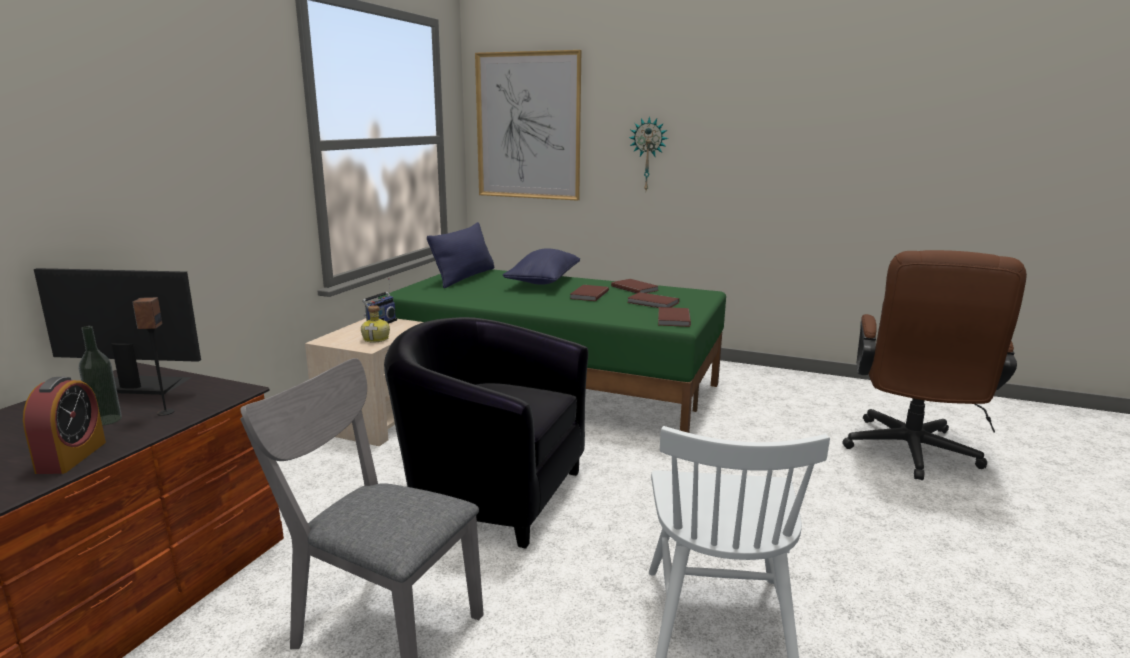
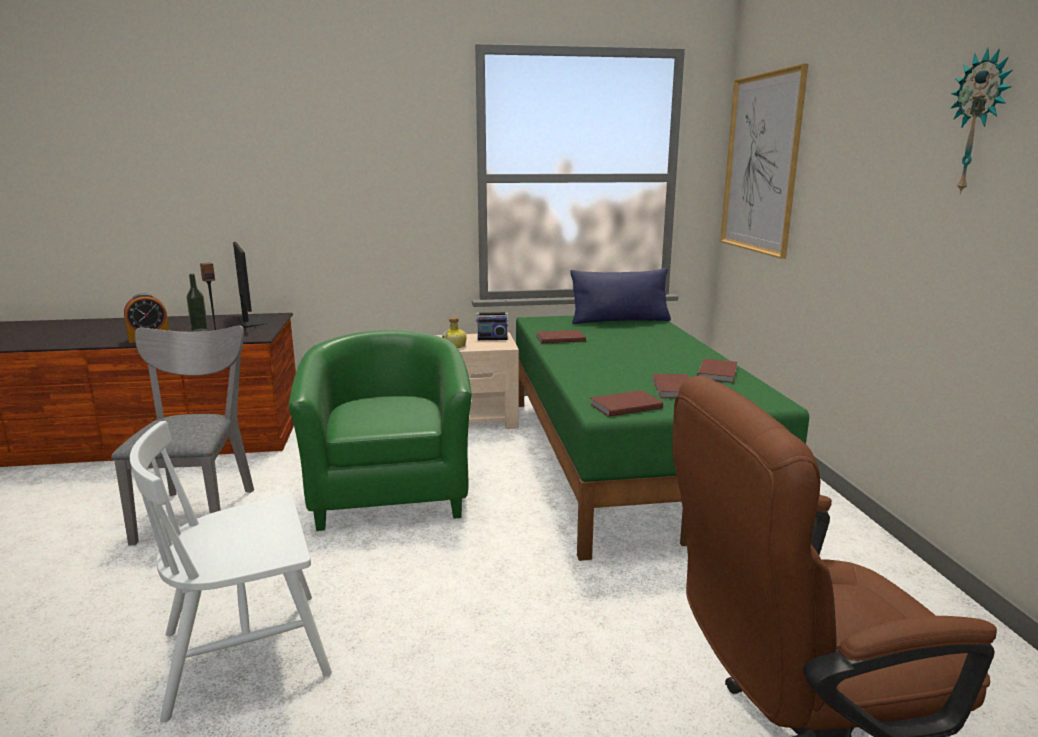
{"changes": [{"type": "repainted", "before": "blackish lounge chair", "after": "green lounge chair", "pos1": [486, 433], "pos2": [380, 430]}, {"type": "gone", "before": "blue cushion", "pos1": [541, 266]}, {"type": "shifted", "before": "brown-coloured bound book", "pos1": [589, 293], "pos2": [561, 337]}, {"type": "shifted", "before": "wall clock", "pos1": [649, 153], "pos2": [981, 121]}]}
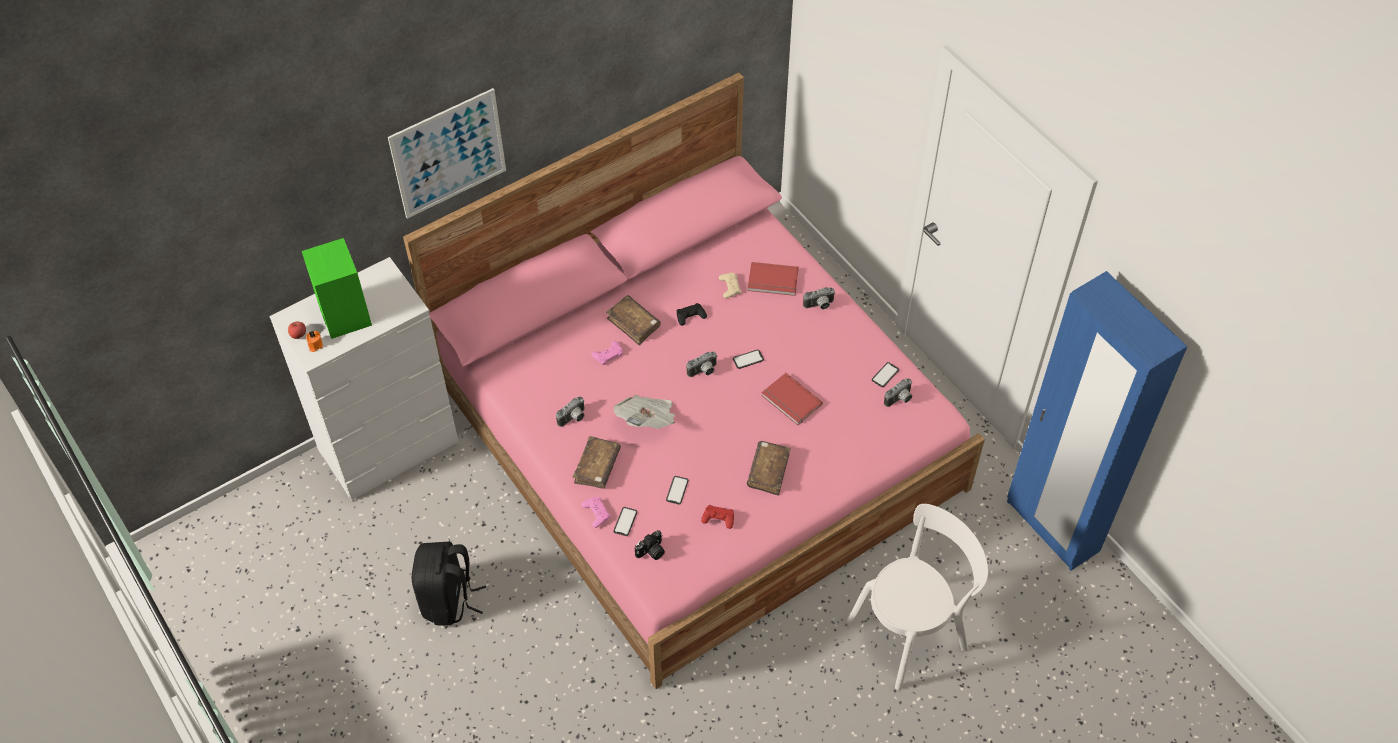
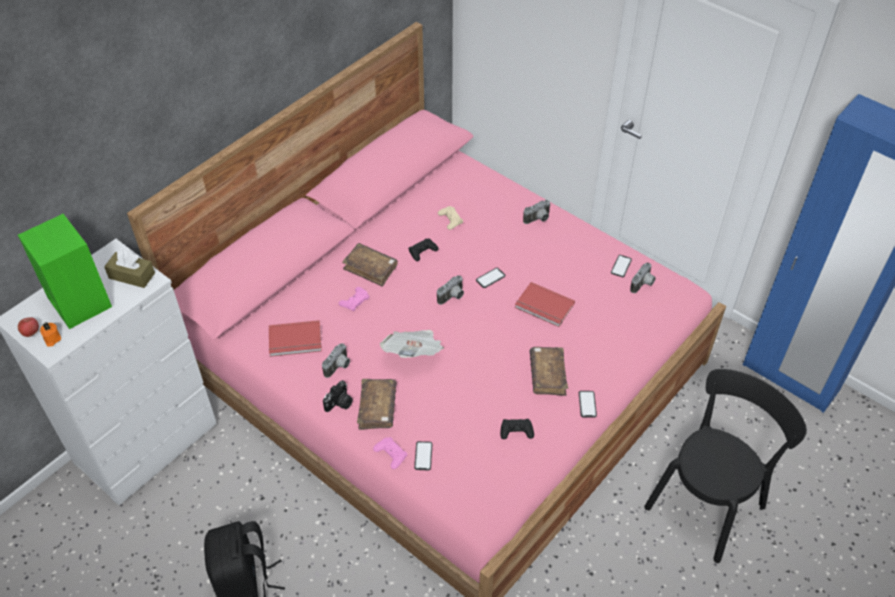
{"changes": [{"type": "gone", "before": "wall picture", "pos1": [447, 153]}, {"type": "shifted", "before": "photo camera", "pos1": [650, 545], "pos2": [338, 396]}, {"type": "shifted", "before": "handset", "pos1": [677, 490], "pos2": [588, 404]}, {"type": "repainted", "before": "red-coloured joypad", "after": "blackish joypad", "pos1": [717, 517], "pos2": [517, 429]}, {"type": "shifted", "before": "red-coloured bound book", "pos1": [773, 279], "pos2": [295, 338]}, {"type": "repainted", "before": "whitish upright chair", "after": "blackish upright chair", "pos1": [917, 597], "pos2": [725, 466]}, {"type": "new", "after": "brown-coloured tissue box", "pos2": [129, 269]}]}
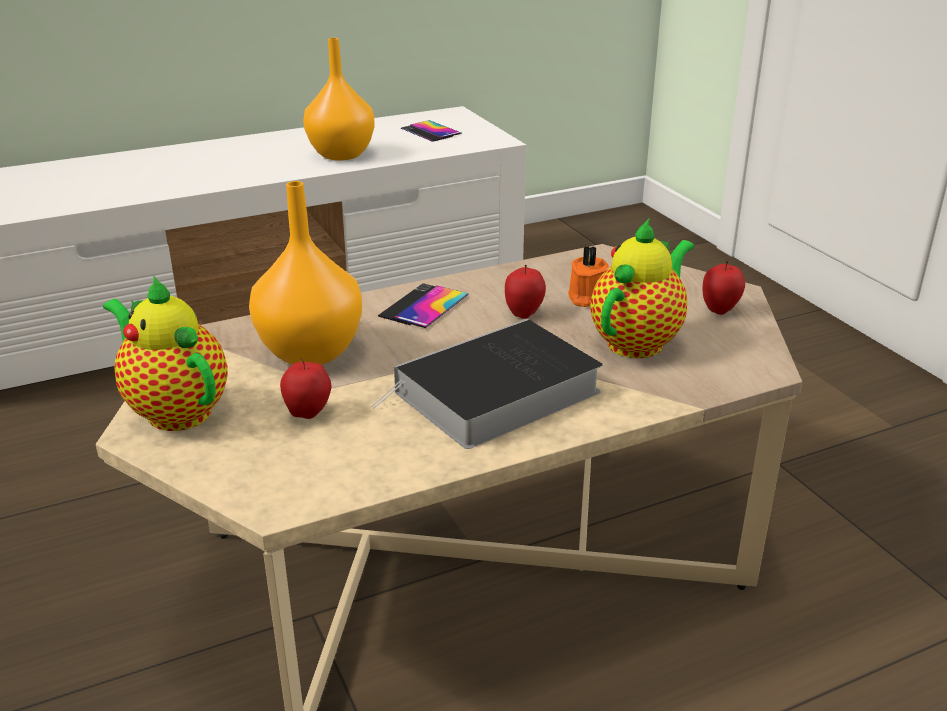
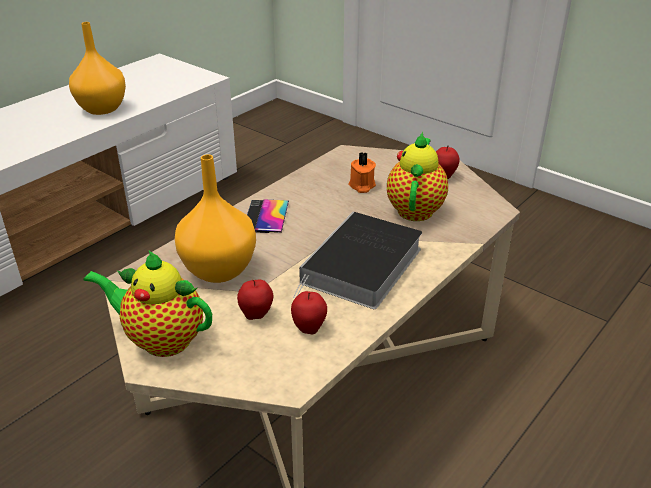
{"changes": [{"type": "gone", "before": "handset", "pos1": [431, 131]}, {"type": "shifted", "before": "whole apple", "pos1": [525, 292], "pos2": [309, 312]}]}
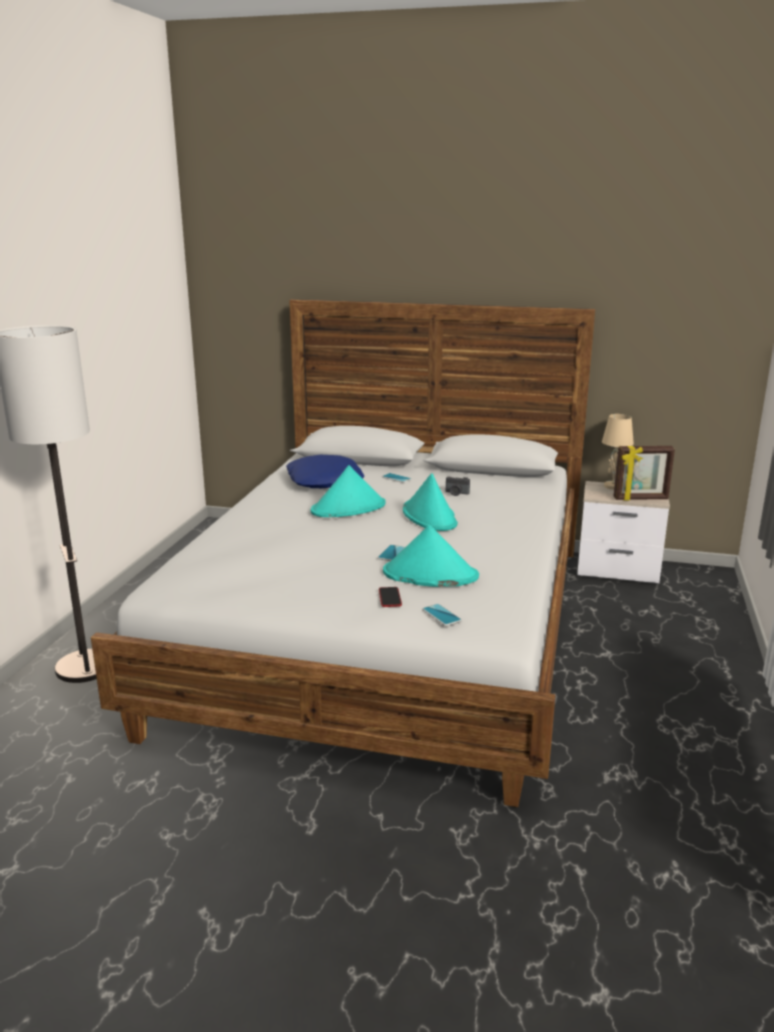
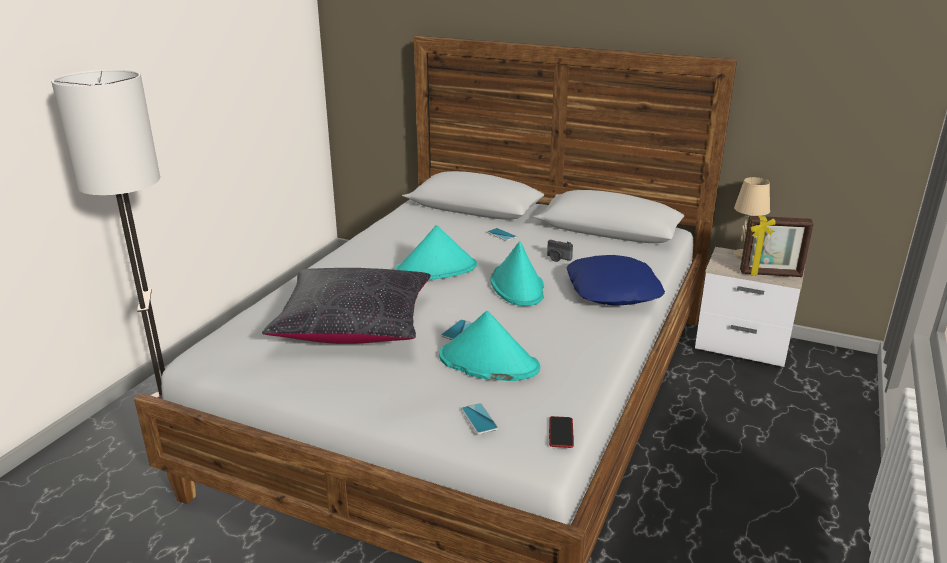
{"changes": [{"type": "shifted", "before": "blue cushion", "pos1": [325, 471], "pos2": [615, 280]}, {"type": "shifted", "before": "handset", "pos1": [390, 597], "pos2": [561, 432]}, {"type": "new", "after": "blackish cushion", "pos2": [346, 306]}]}
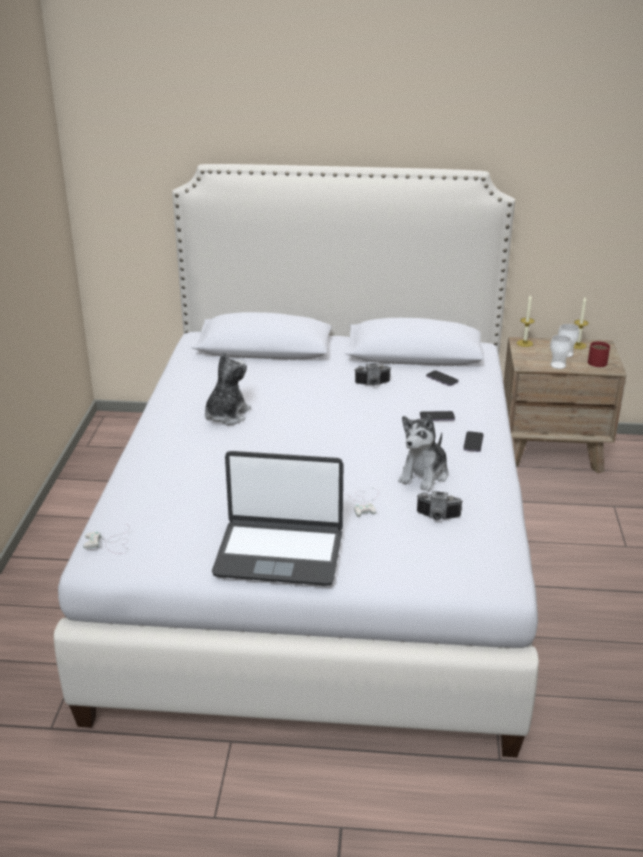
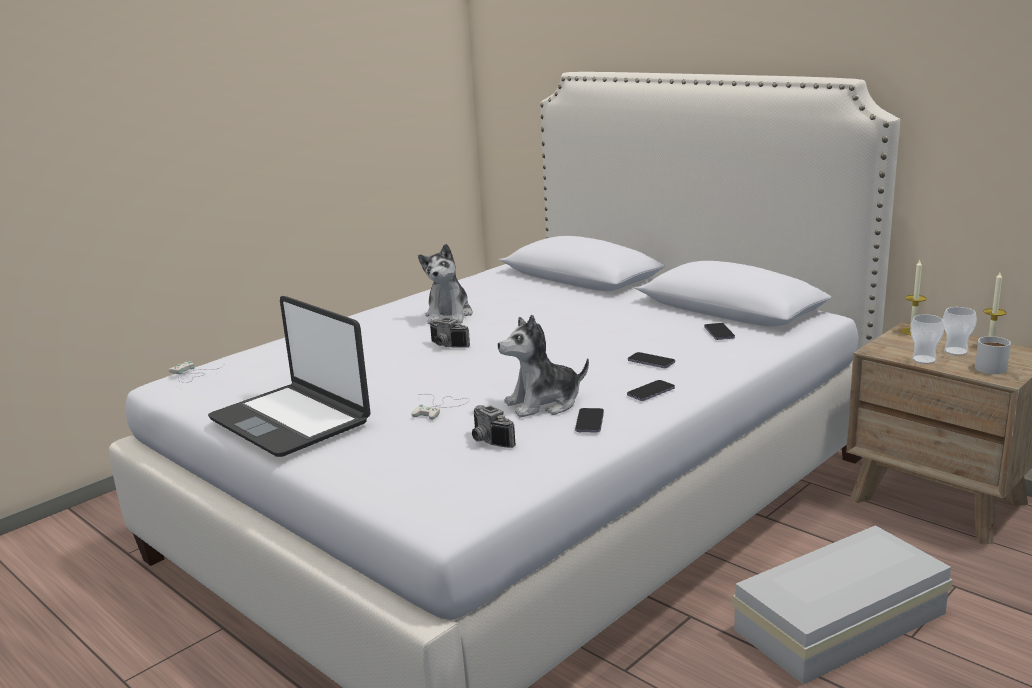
{"changes": [{"type": "rotated", "before": "plush toy", "pos1": [228, 388], "pos2": [445, 284], "turn": 120}, {"type": "shifted", "before": "photo camera", "pos1": [372, 374], "pos2": [450, 333]}, {"type": "repainted", "before": "red-coloured mug", "after": "whitish mug", "pos1": [599, 354], "pos2": [993, 355]}, {"type": "new", "after": "handset", "pos2": [589, 420]}, {"type": "new", "after": "whitish storage box", "pos2": [842, 604]}]}
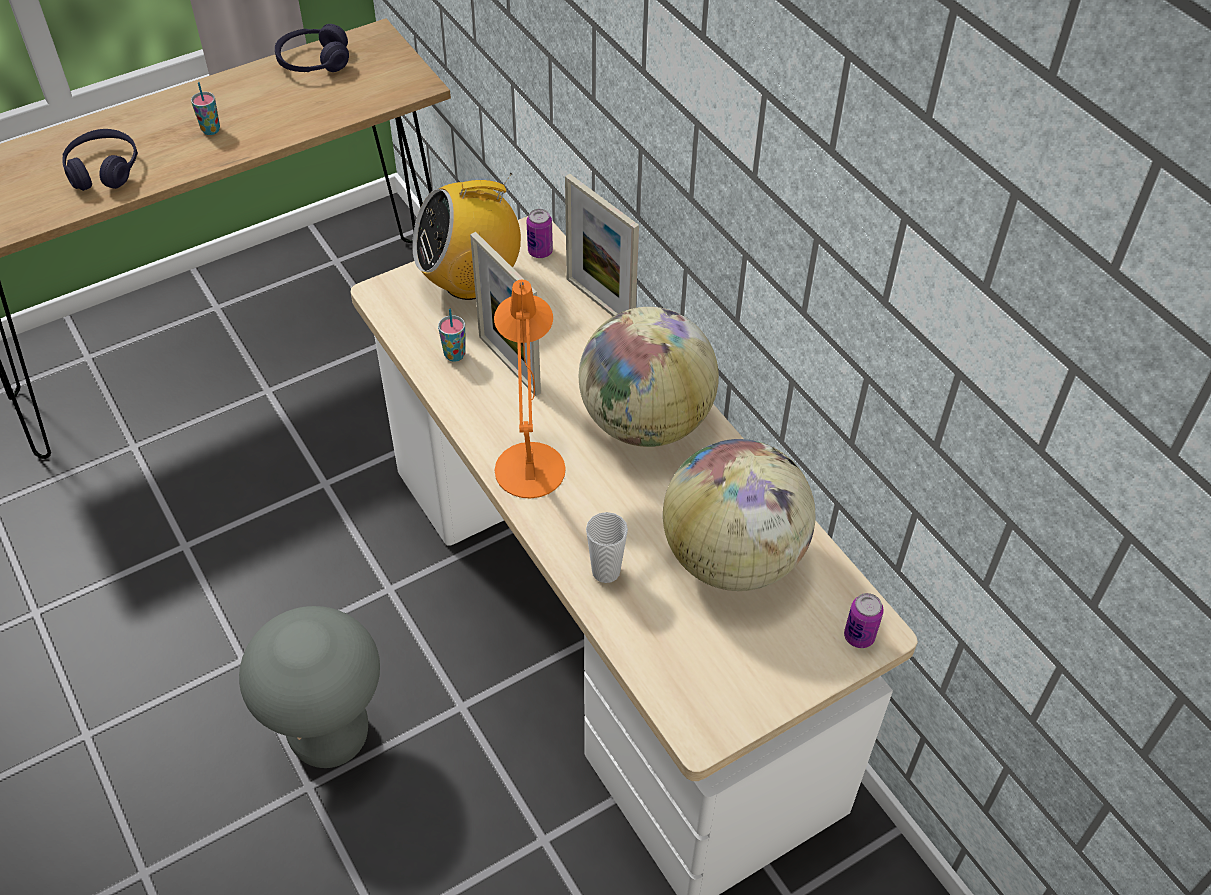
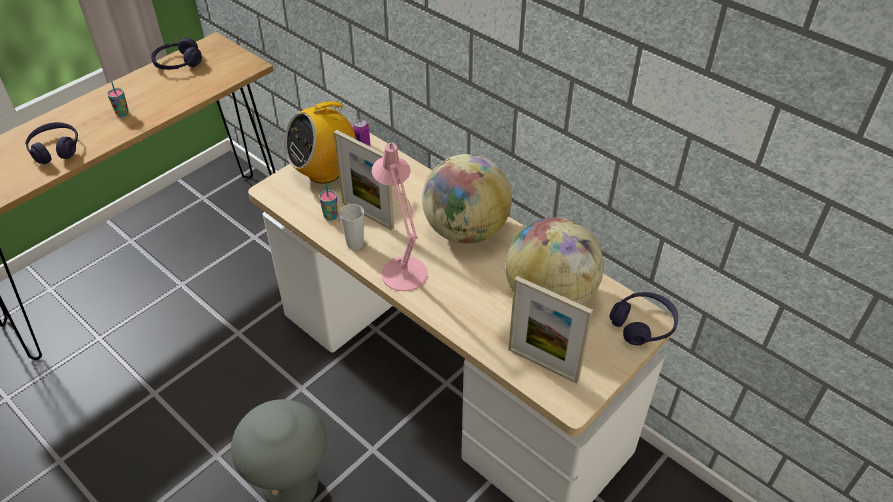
{"changes": [{"type": "repainted", "before": "orange-coloured table lamp", "after": "pinkish table lamp", "pos1": [530, 389], "pos2": [400, 217]}, {"type": "shifted", "before": "photo frame", "pos1": [602, 245], "pos2": [550, 330]}, {"type": "shifted", "before": "cup", "pos1": [607, 547], "pos2": [351, 227]}, {"type": "swapped", "before": "can", "after": "purple pair of headphones", "pos1": [864, 620], "pos2": [644, 319]}]}
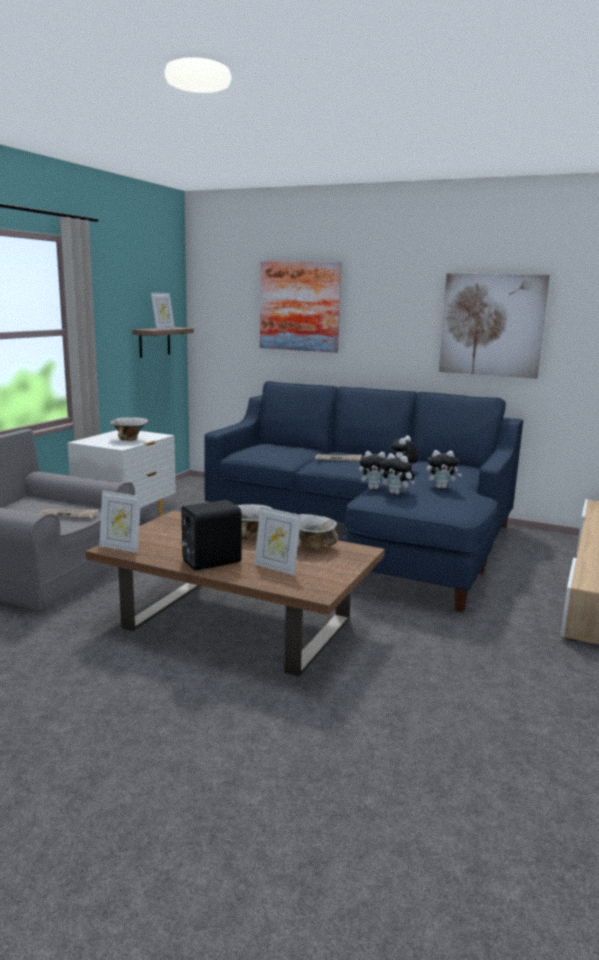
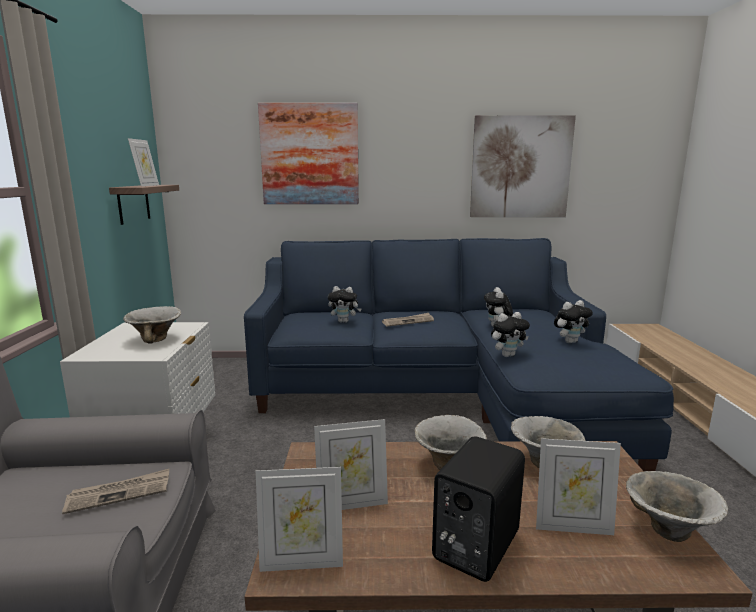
{"changes": [{"type": "shifted", "before": "plush toy", "pos1": [397, 473], "pos2": [345, 304]}, {"type": "new", "after": "photo frame", "pos2": [351, 464]}, {"type": "new", "after": "deep dish", "pos2": [677, 506]}]}
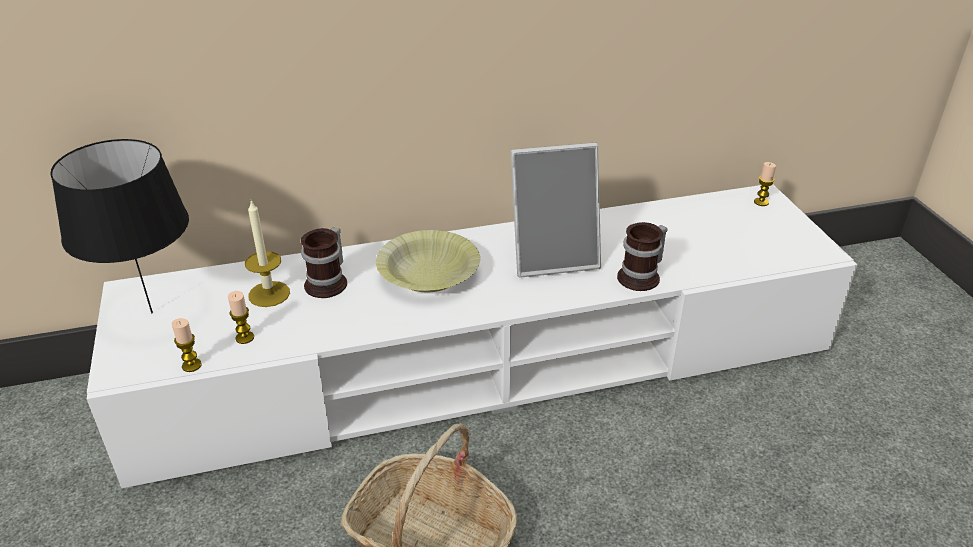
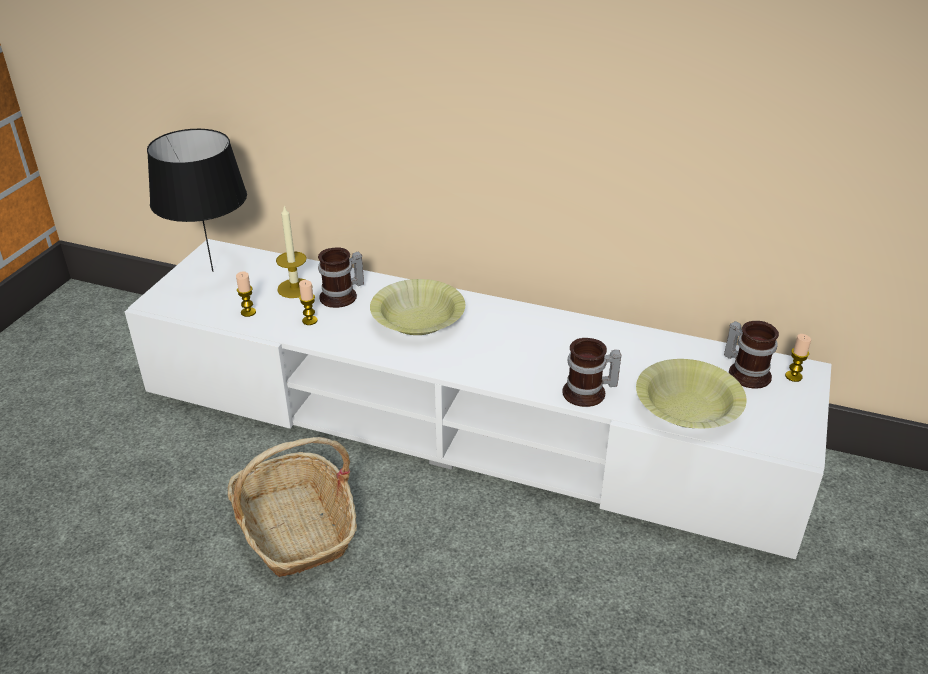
{"changes": [{"type": "shifted", "before": "candle", "pos1": [187, 345], "pos2": [308, 302]}, {"type": "gone", "before": "photo frame", "pos1": [556, 210]}, {"type": "new", "after": "yellow deep dish", "pos2": [691, 393]}, {"type": "new", "after": "mug", "pos2": [751, 355]}]}
